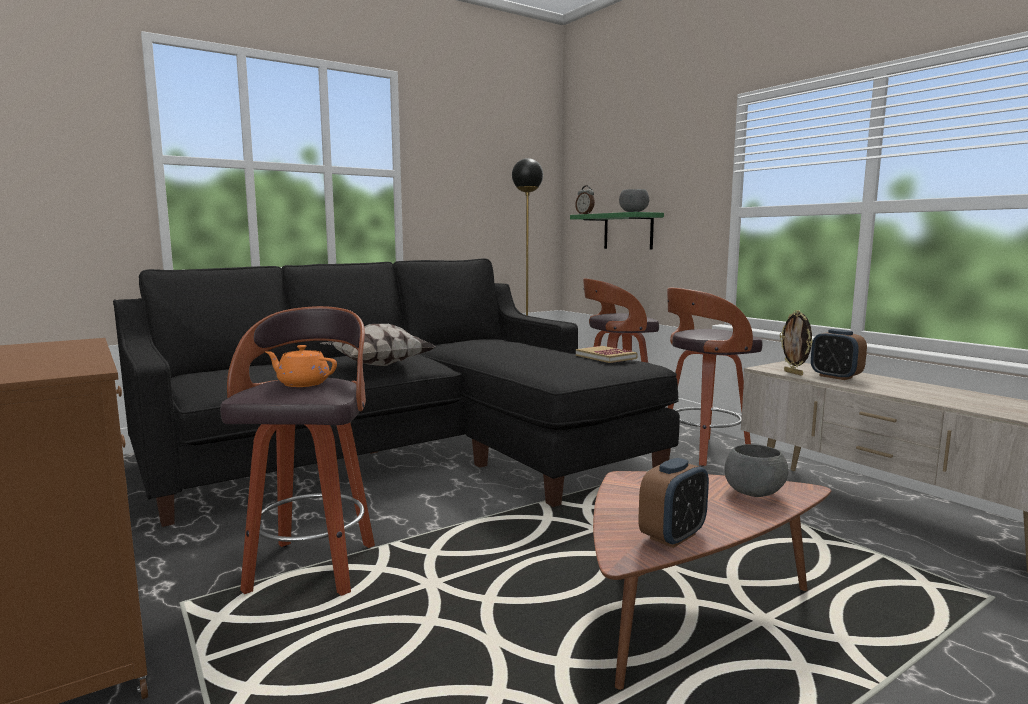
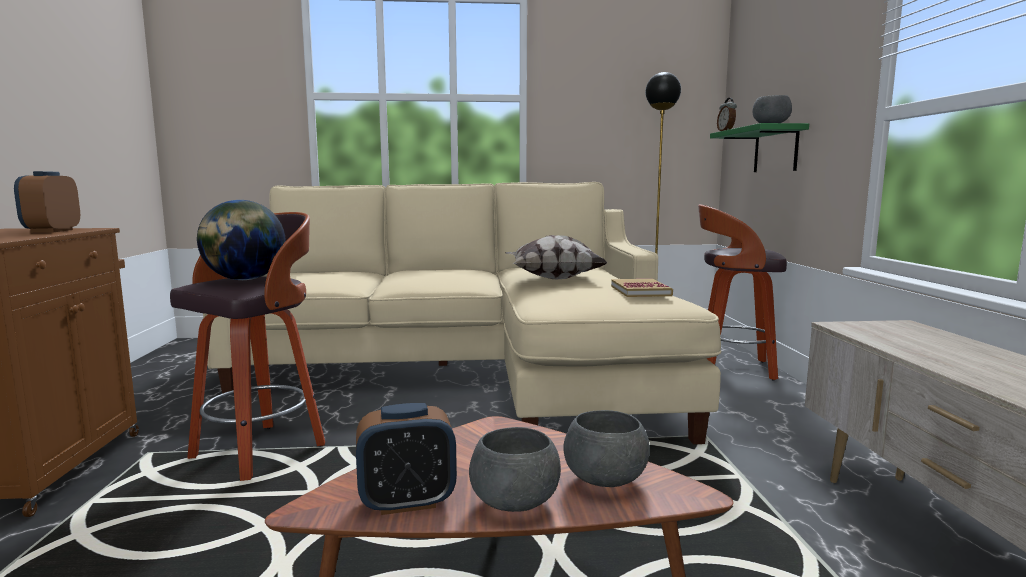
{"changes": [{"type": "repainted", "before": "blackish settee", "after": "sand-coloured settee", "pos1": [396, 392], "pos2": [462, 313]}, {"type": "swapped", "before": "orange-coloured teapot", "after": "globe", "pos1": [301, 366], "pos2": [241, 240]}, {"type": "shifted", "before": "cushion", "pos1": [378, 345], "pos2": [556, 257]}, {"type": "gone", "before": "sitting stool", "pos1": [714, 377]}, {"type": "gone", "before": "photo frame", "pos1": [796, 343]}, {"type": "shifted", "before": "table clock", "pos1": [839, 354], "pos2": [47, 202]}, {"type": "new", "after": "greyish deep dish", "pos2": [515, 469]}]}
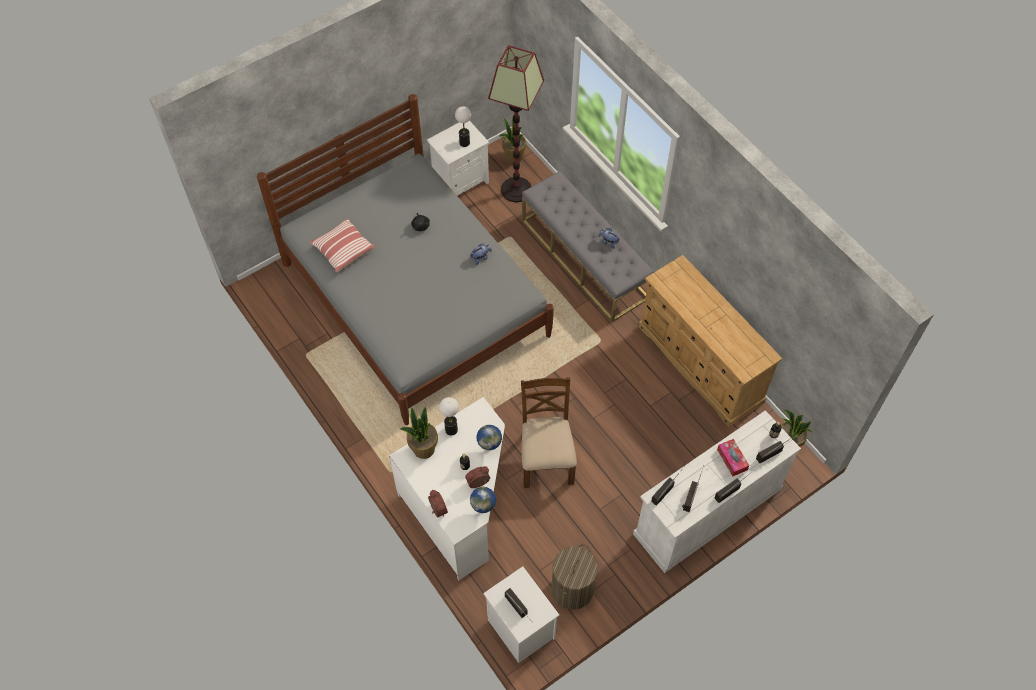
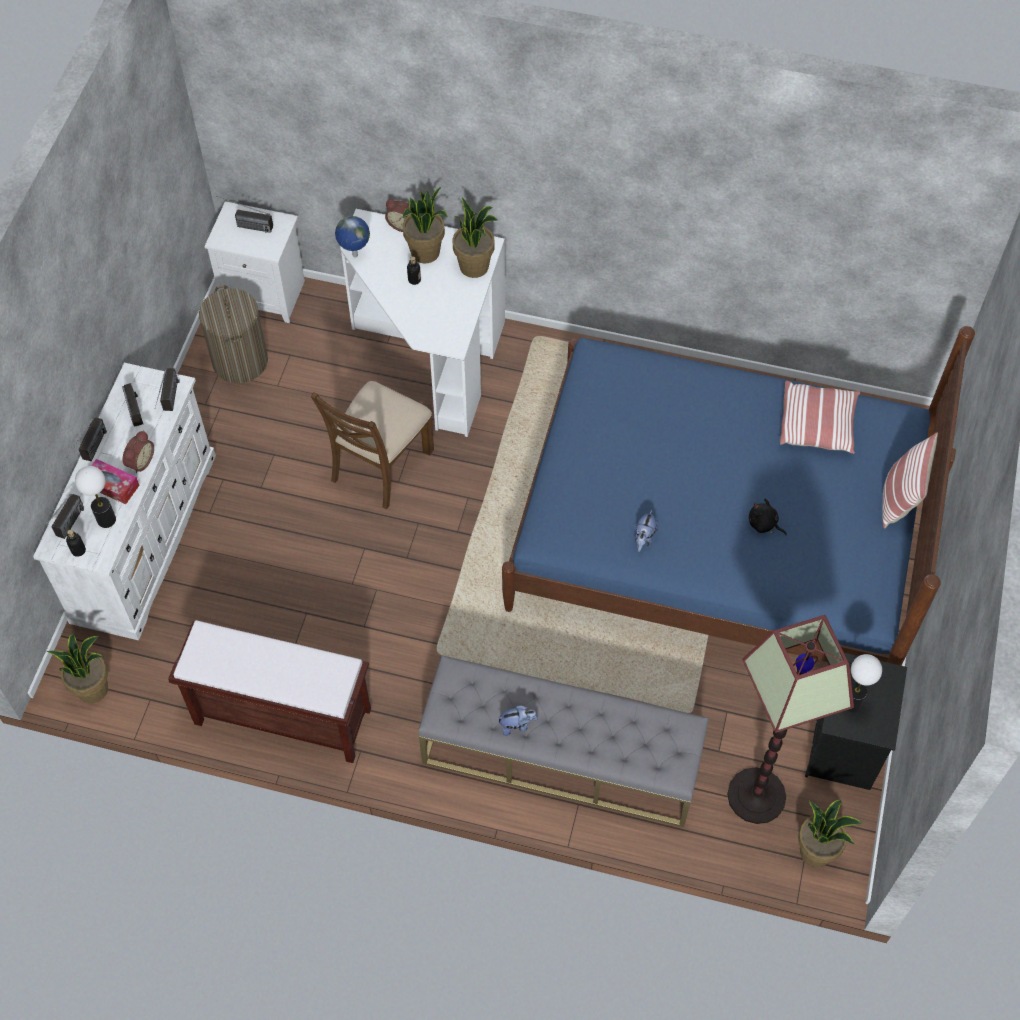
{"changes": [{"type": "repainted", "before": "greyish sleeping bed", "after": "blue sleeping bed", "pos1": [405, 259], "pos2": [738, 496]}, {"type": "repainted", "before": "whitish bedside table", "after": "blackish bedside table", "pos1": [458, 158], "pos2": [856, 721]}, {"type": "shifted", "before": "table lamp", "pos1": [449, 416], "pos2": [95, 497]}, {"type": "shifted", "before": "table clock", "pos1": [477, 477], "pos2": [138, 452]}, {"type": "gone", "before": "globe", "pos1": [489, 437]}, {"type": "rotated", "before": "brown-coloured upright chair", "pos1": [549, 432], "pos2": [372, 445], "turn": 75}, {"type": "swapped", "before": "sand-coloured dresser", "after": "brown-coloured indoor bench", "pos1": [710, 341], "pos2": [269, 691]}, {"type": "new", "after": "potted plant", "pos2": [425, 225]}, {"type": "new", "after": "cushion", "pos2": [910, 480]}]}
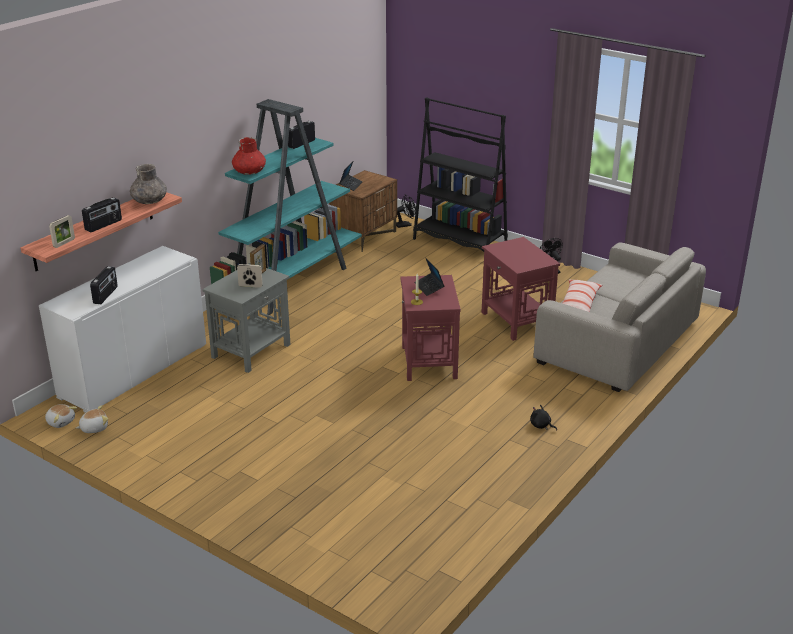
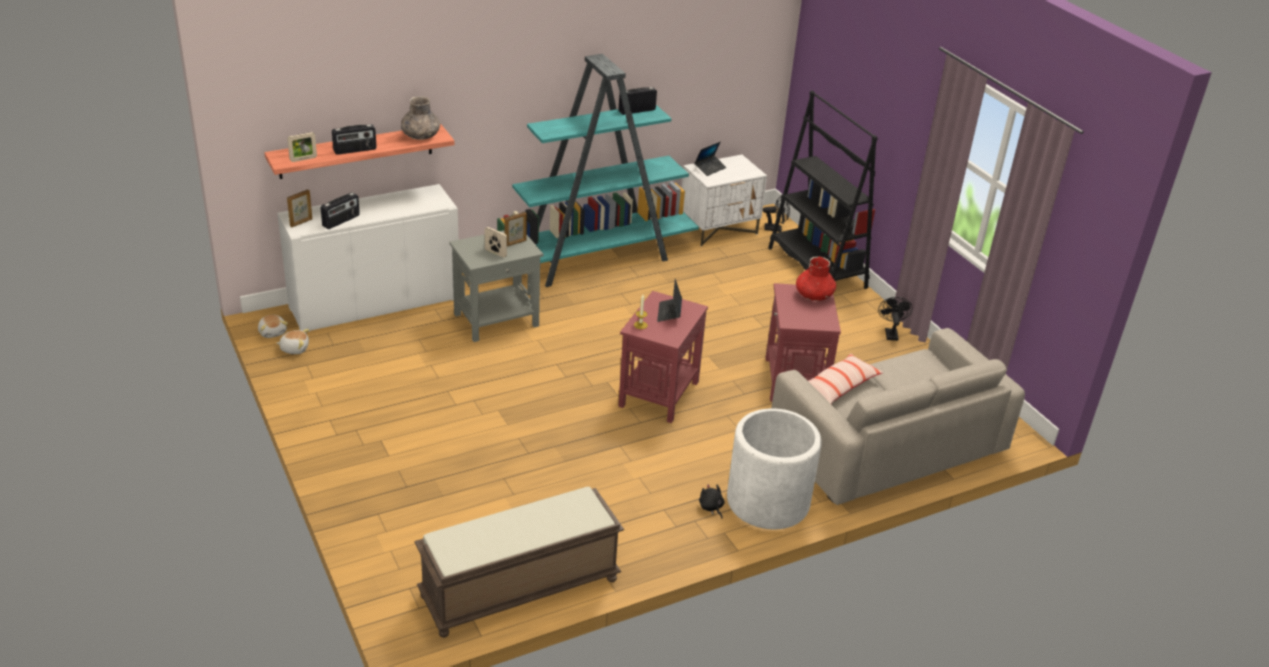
{"changes": [{"type": "shifted", "before": "red-coloured vase", "pos1": [249, 156], "pos2": [816, 278]}, {"type": "repainted", "before": "brown-coloured bedside table", "after": "whitish bedside table", "pos1": [363, 211], "pos2": [724, 201]}, {"type": "new", "after": "photo frame", "pos2": [299, 208]}, {"type": "new", "after": "brown-coloured indoor bench", "pos2": [519, 562]}, {"type": "new", "after": "whitish flower pot", "pos2": [774, 468]}]}
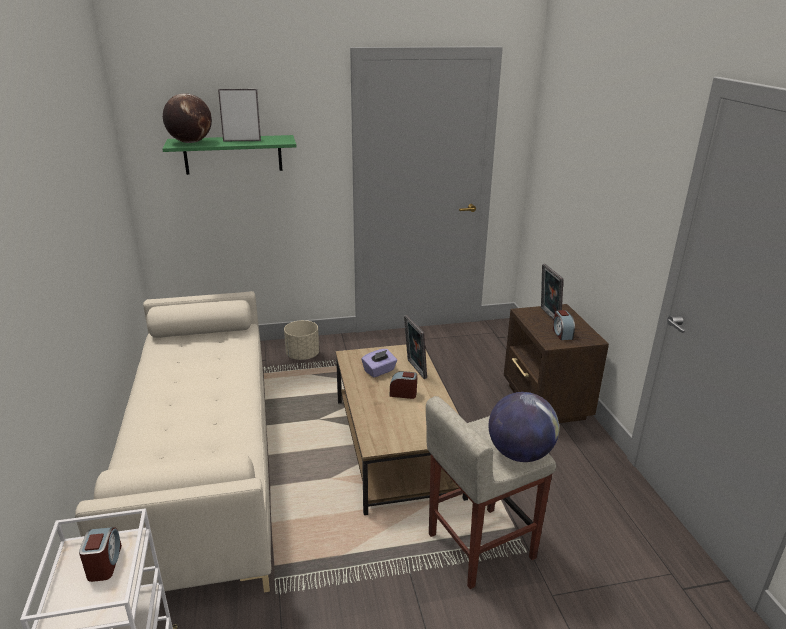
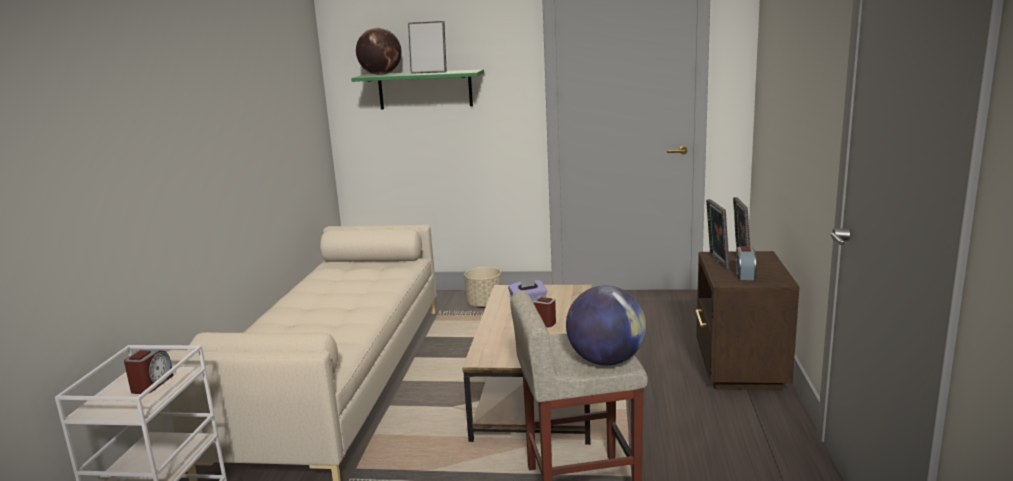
{"changes": [{"type": "shifted", "before": "photo frame", "pos1": [415, 347], "pos2": [717, 234]}]}
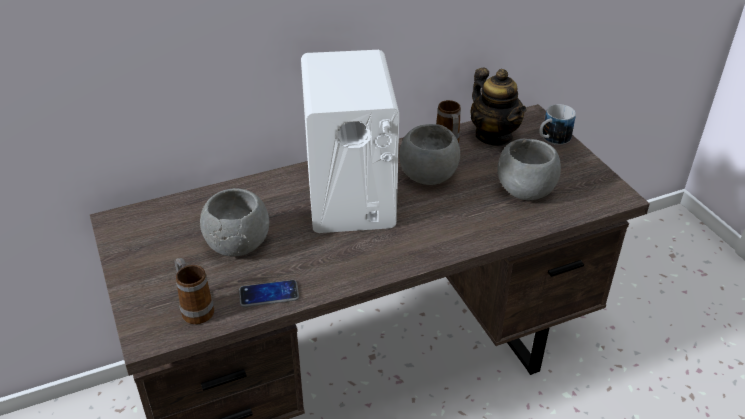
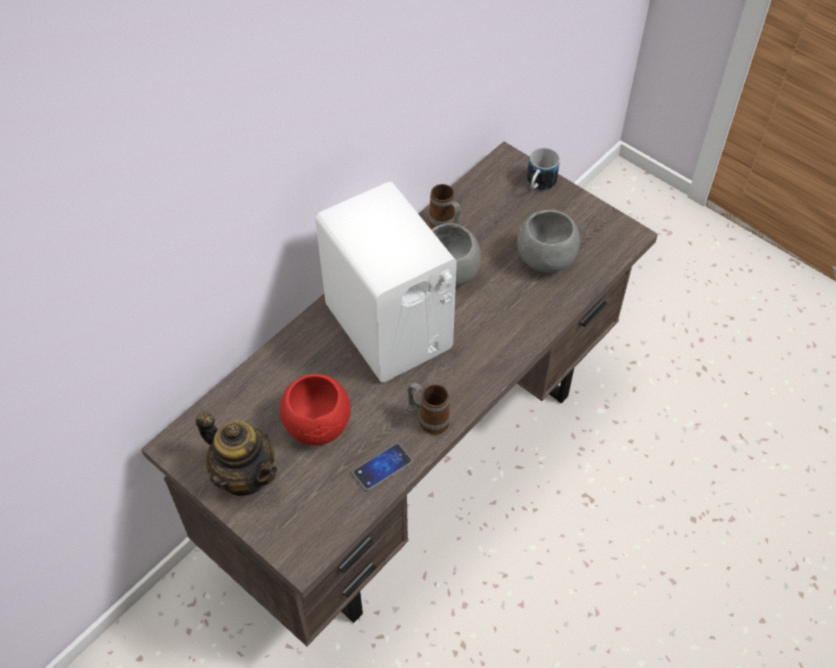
{"changes": [{"type": "shifted", "before": "mug", "pos1": [194, 291], "pos2": [429, 408]}, {"type": "repainted", "before": "greyish deep dish", "after": "red-coloured deep dish", "pos1": [234, 222], "pos2": [315, 409]}, {"type": "shifted", "before": "teapot", "pos1": [499, 107], "pos2": [237, 453]}]}
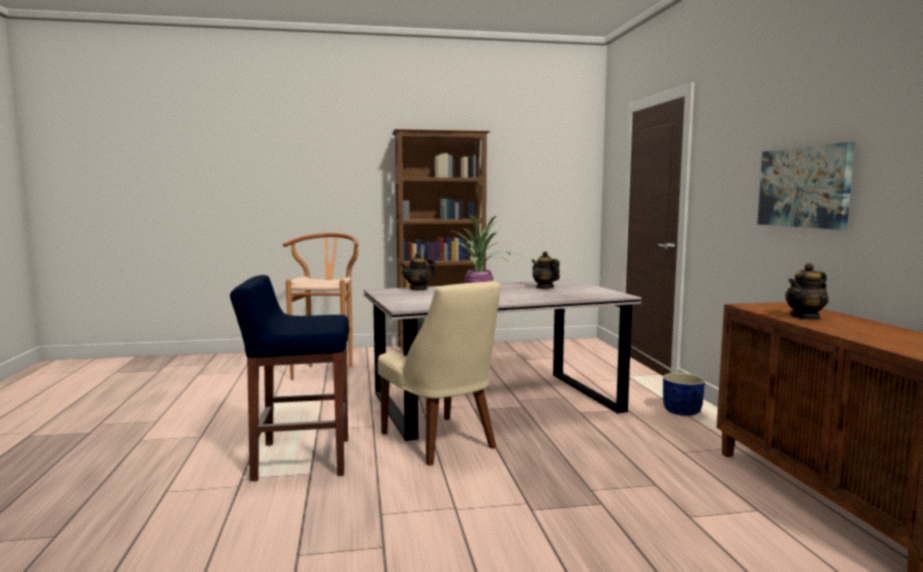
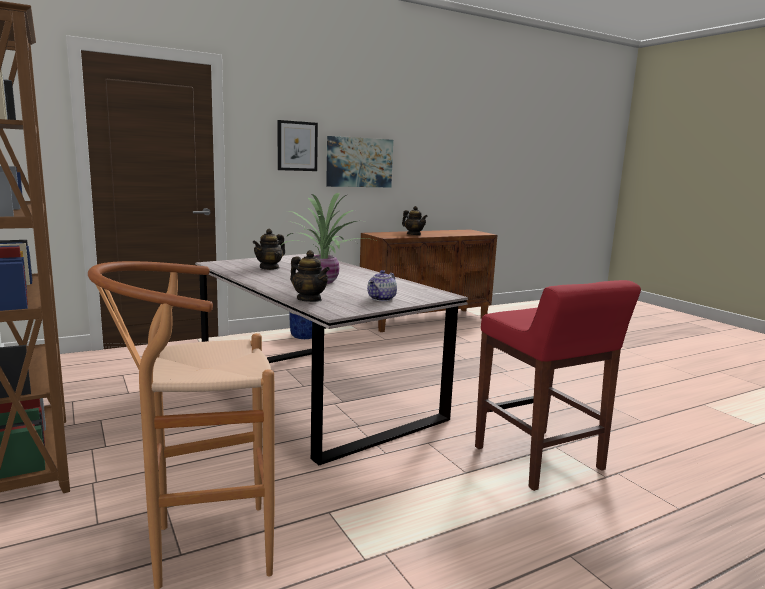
{"changes": [{"type": "repainted", "before": "blue sitting stool", "after": "red-coloured sitting stool", "pos1": [289, 378], "pos2": [558, 385]}, {"type": "gone", "before": "sand-coloured upright chair", "pos1": [439, 373]}, {"type": "new", "after": "wall picture", "pos2": [298, 145]}, {"type": "new", "after": "teapot", "pos2": [382, 285]}]}
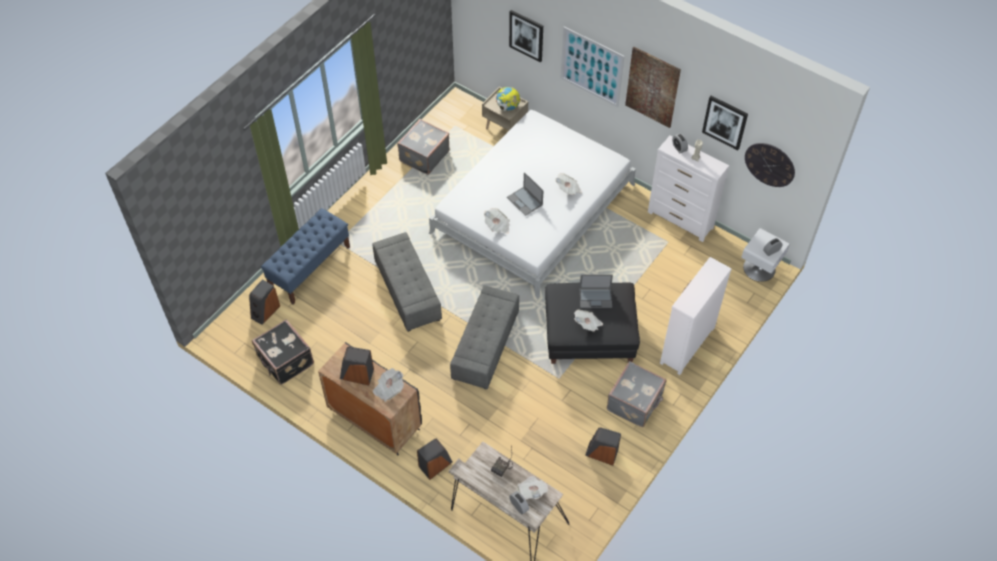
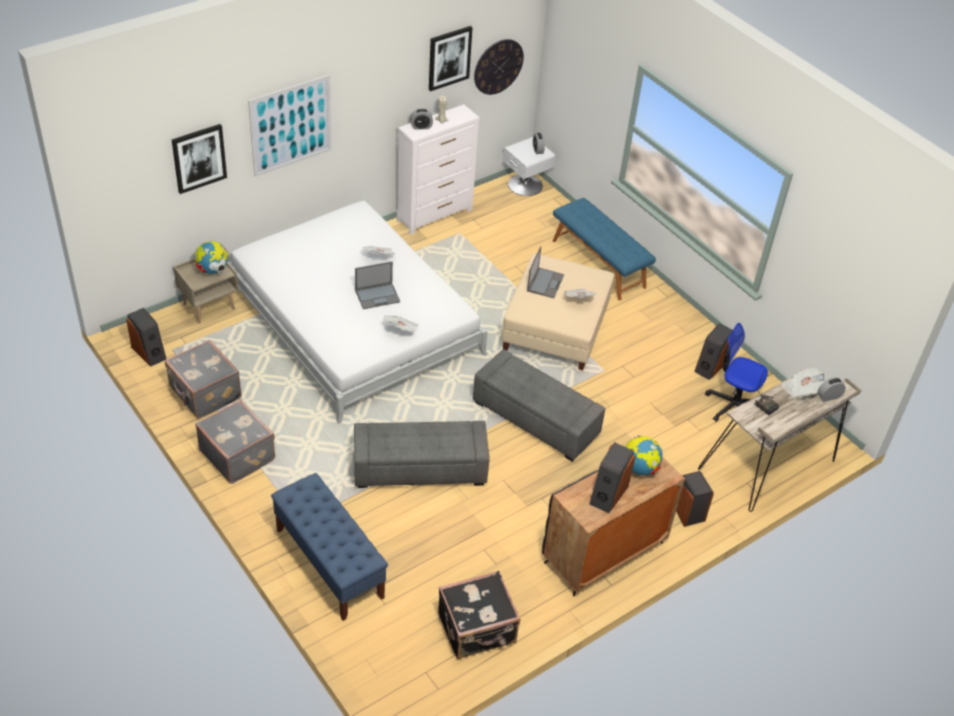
{"changes": [{"type": "shifted", "before": "speaker", "pos1": [264, 302], "pos2": [146, 337]}, {"type": "swapped", "before": "printed paper", "after": "globe", "pos1": [388, 385], "pos2": [644, 455]}, {"type": "repainted", "before": "blackish ottoman", "after": "sand-coloured ottoman", "pos1": [592, 323], "pos2": [557, 312]}, {"type": "shifted", "before": "greyish travel case", "pos1": [637, 394], "pos2": [235, 442]}, {"type": "gone", "before": "wall picture", "pos1": [653, 87]}, {"type": "swapped", "before": "whitish dresser", "after": "blue indoor bench", "pos1": [696, 316], "pos2": [604, 249]}, {"type": "new", "after": "computer chair", "pos2": [736, 372]}]}
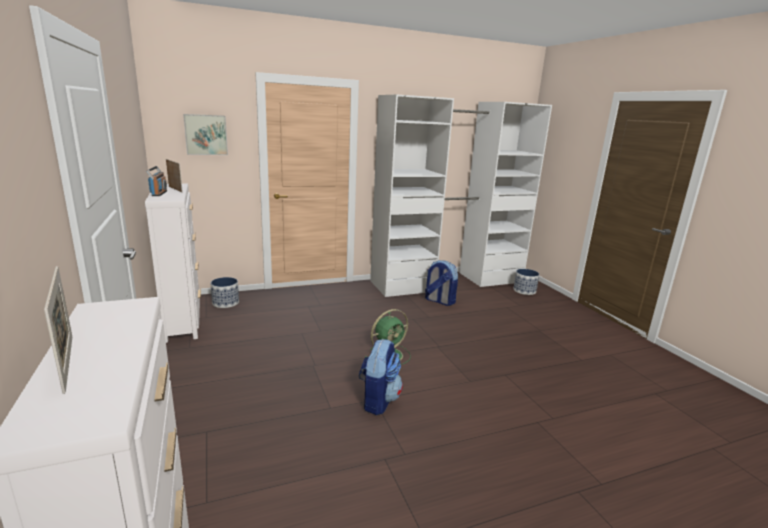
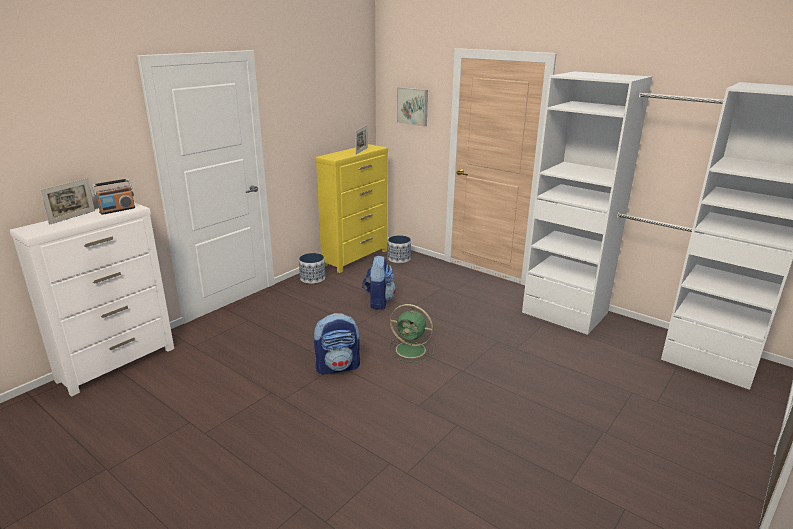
{"changes": [{"type": "repainted", "before": "whitish dresser", "after": "yellow dresser", "pos1": [173, 263], "pos2": [352, 208]}, {"type": "shifted", "before": "radio", "pos1": [156, 181], "pos2": [113, 197]}, {"type": "shifted", "before": "rucksack", "pos1": [441, 283], "pos2": [379, 282]}, {"type": "shifted", "before": "flower pot", "pos1": [526, 282], "pos2": [312, 268]}]}
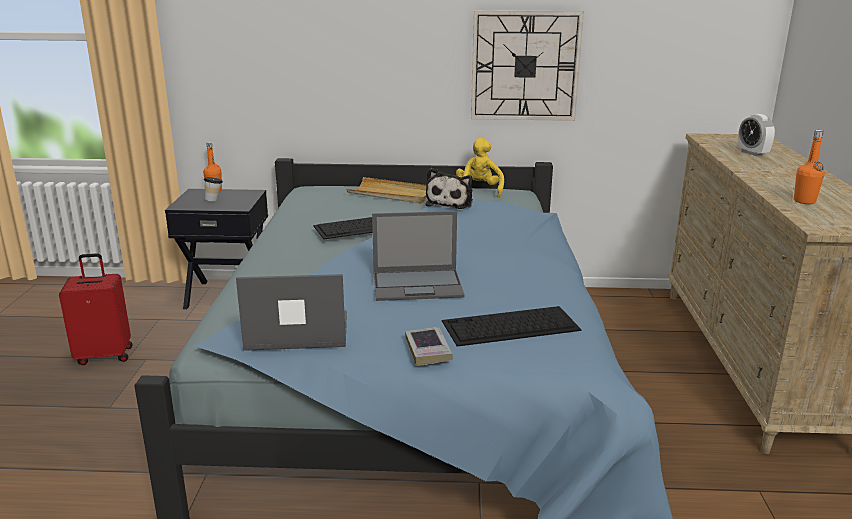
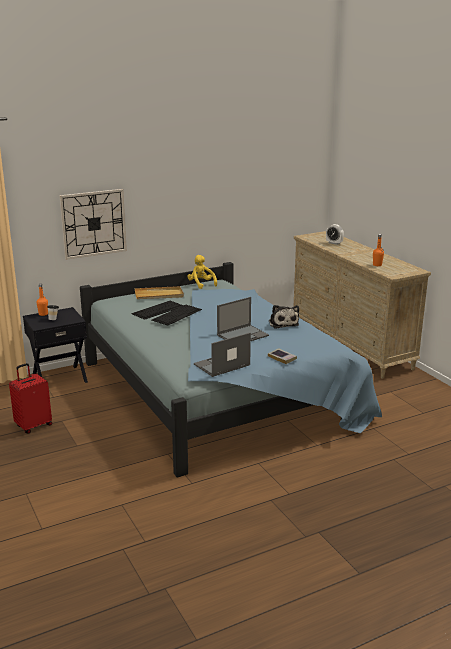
{"changes": [{"type": "shifted", "before": "plush toy", "pos1": [449, 188], "pos2": [284, 317]}, {"type": "shifted", "before": "keyboard", "pos1": [512, 326], "pos2": [157, 310]}, {"type": "shifted", "before": "wall clock", "pos1": [527, 65], "pos2": [93, 224]}]}
